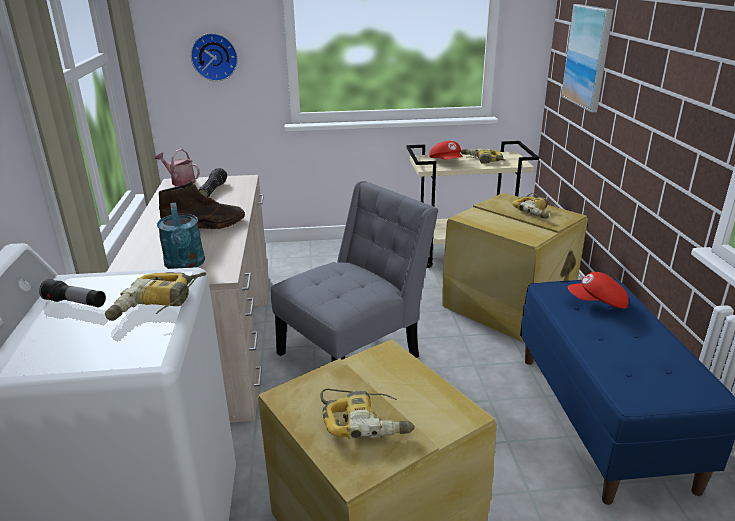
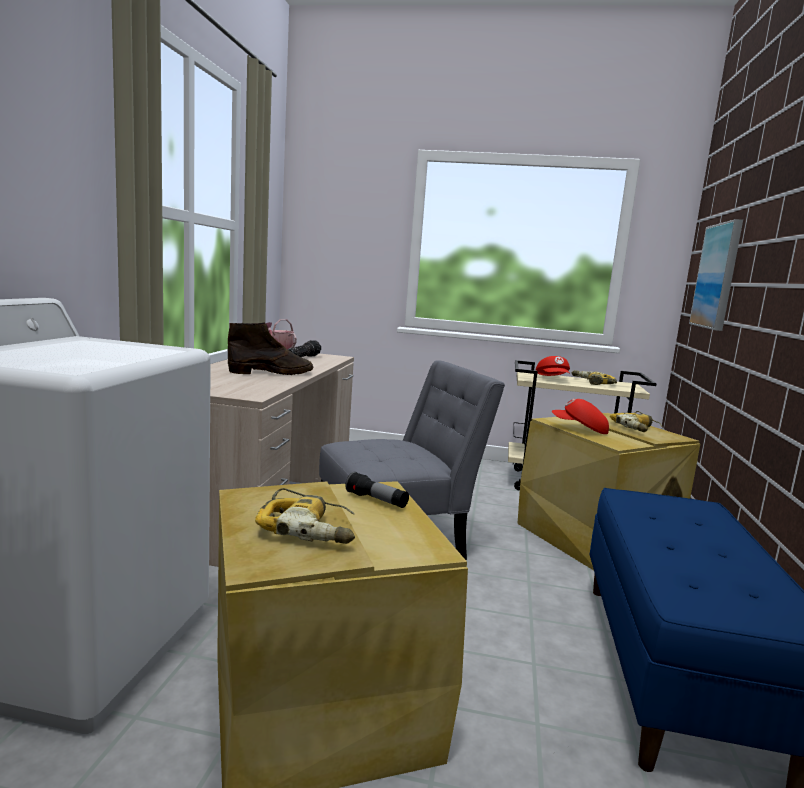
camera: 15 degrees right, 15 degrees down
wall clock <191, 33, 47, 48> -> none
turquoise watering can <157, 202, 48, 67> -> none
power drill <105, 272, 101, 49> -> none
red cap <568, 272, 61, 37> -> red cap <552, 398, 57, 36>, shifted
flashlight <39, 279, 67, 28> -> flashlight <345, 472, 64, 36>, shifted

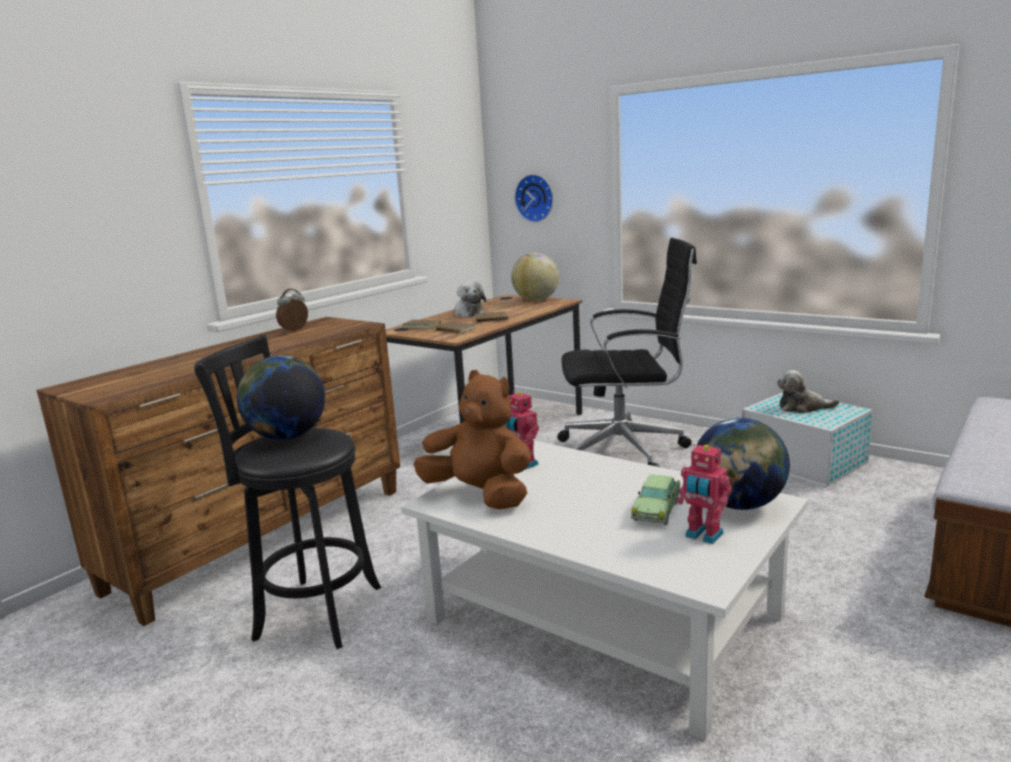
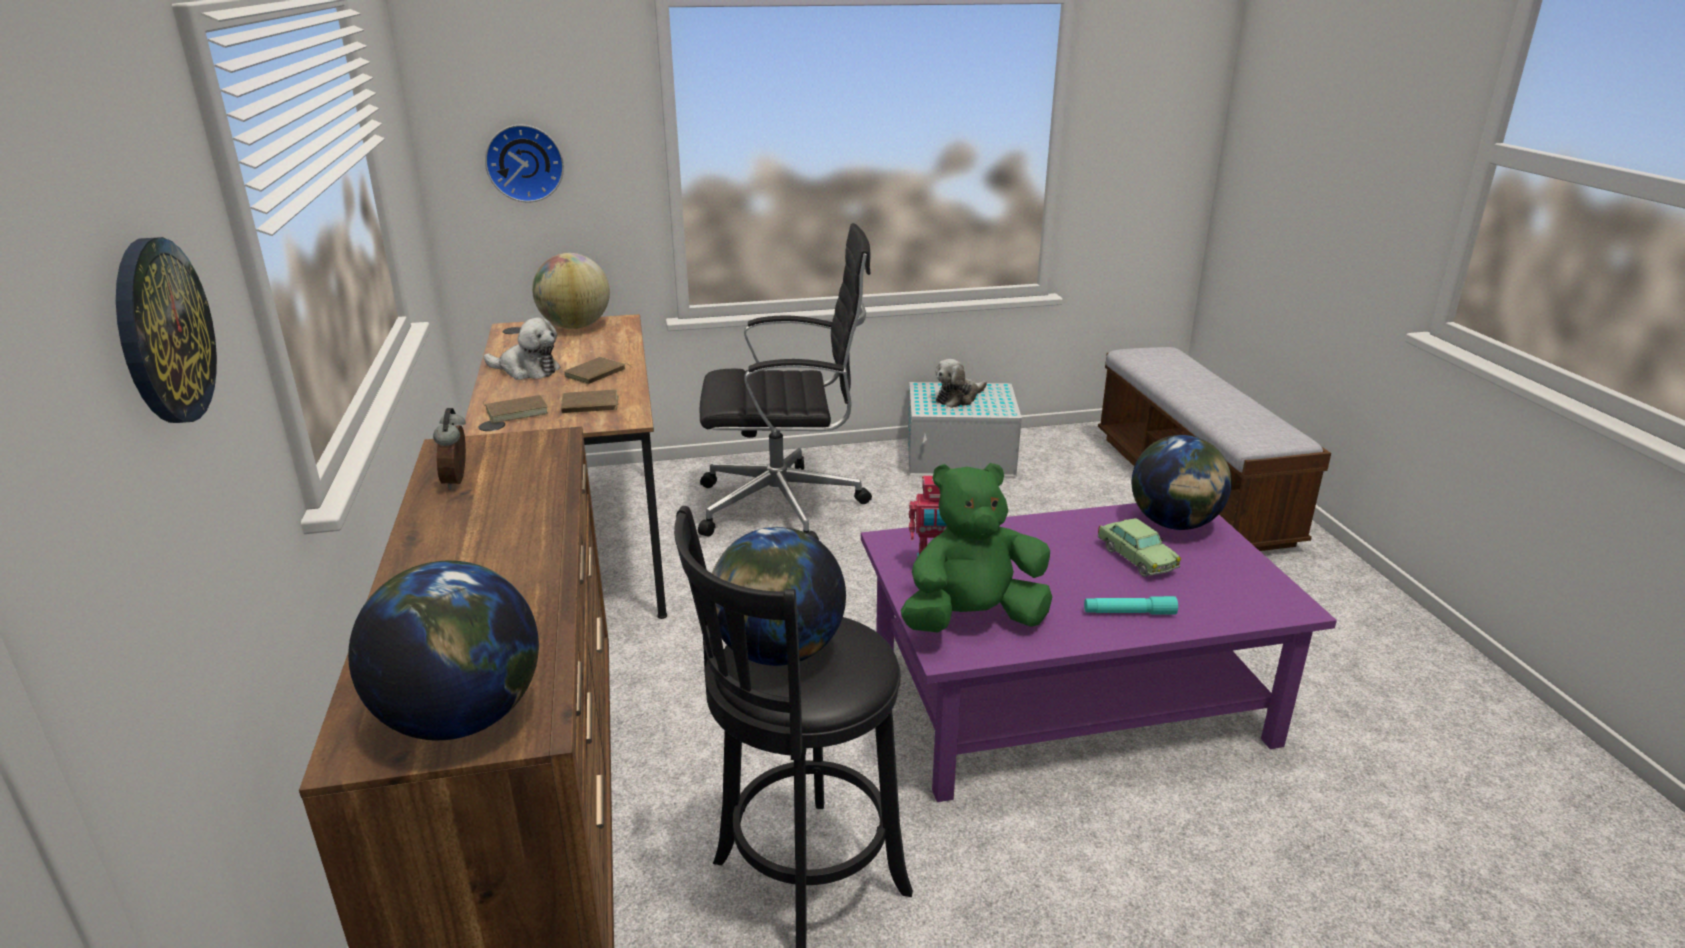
camera: 50 degrees left, 10 degrees up
black office chair <557, 238, 140, 229> -> black office chair <698, 223, 174, 317>, 45 degrees clockwise
brown plush toy <414, 370, 117, 140> -> green plush toy <901, 463, 151, 169>
white coffee table <402, 440, 406, 300> -> purple coffee table <861, 503, 476, 299>
toy robot <678, 444, 54, 100> -> none
none -> wall clock <116, 237, 101, 186>
none -> globe <348, 560, 191, 180>
none -> turquoise flashlight <1084, 596, 94, 19>

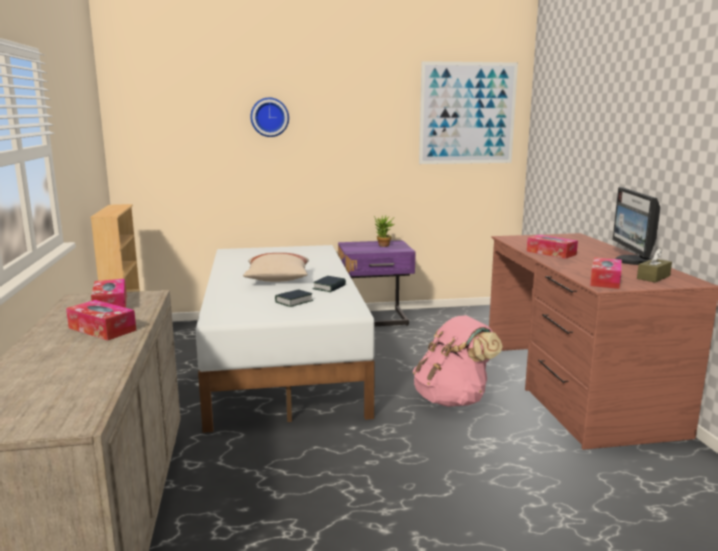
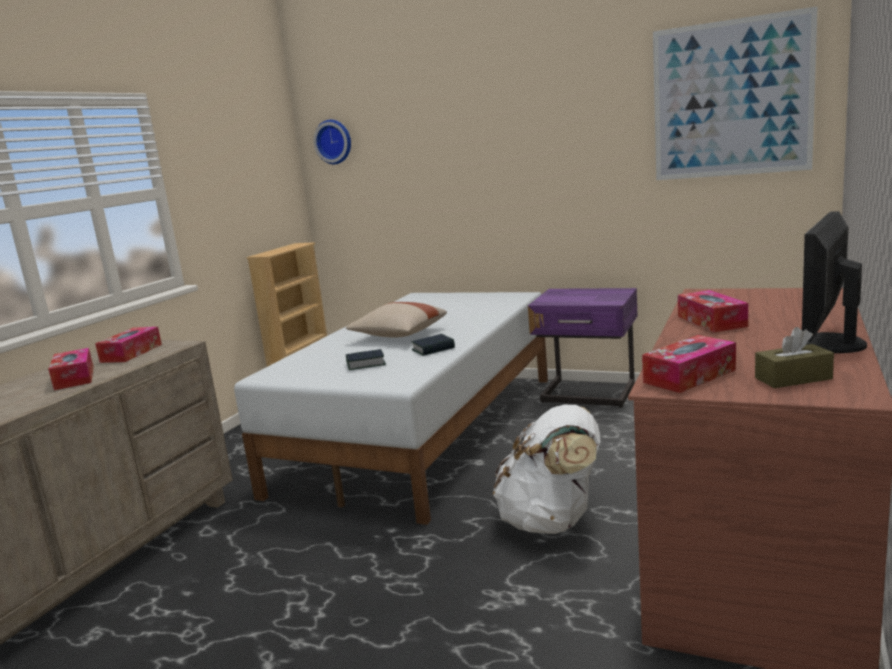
camera: 35 degrees right, 0 degrees up
wall clock <250, 98, 39, 39> -> wall clock <313, 120, 38, 44>, shifted
potted plant <374, 215, 21, 32> -> none
pink backpack <413, 315, 90, 92> -> white backpack <493, 404, 108, 130>

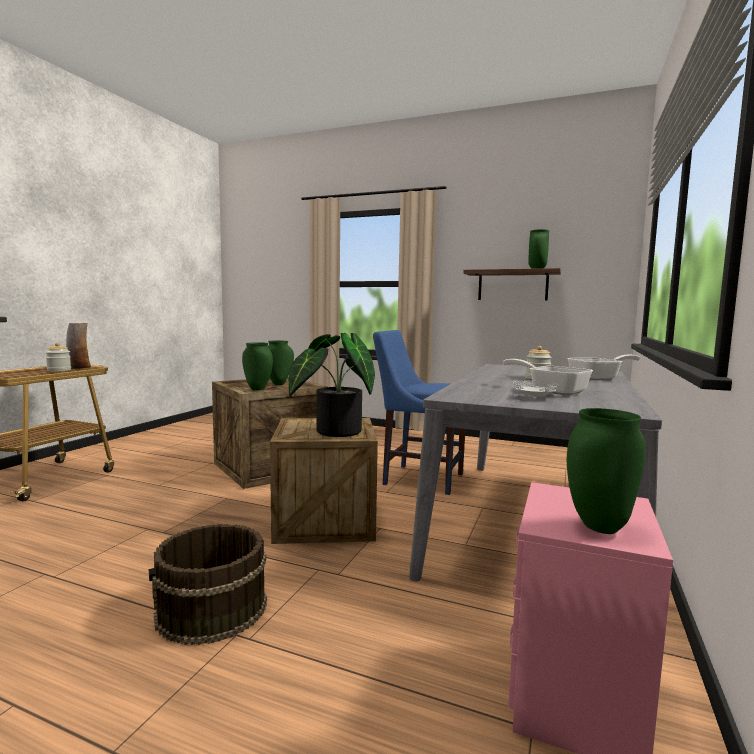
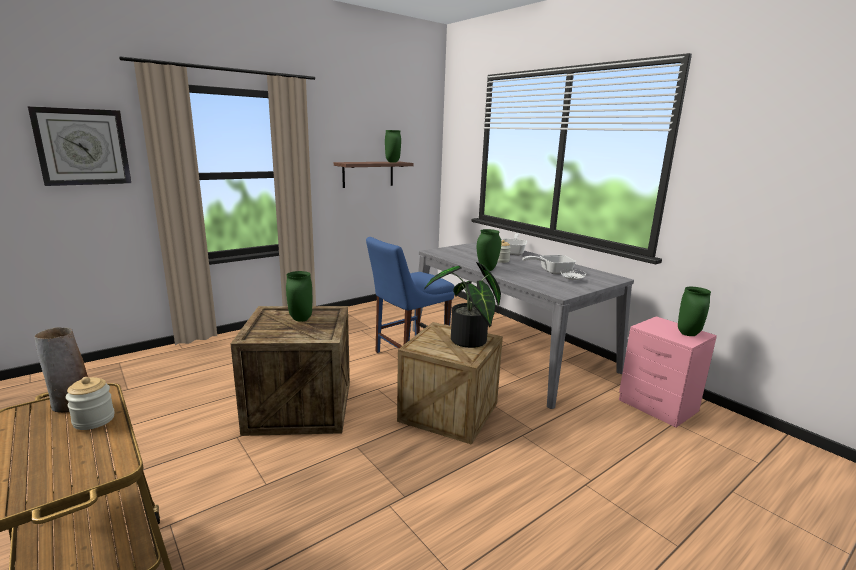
camera: 60 degrees left, 10 degrees up
green vase <242, 342, 31, 49> -> green vase <477, 229, 24, 42>, shifted
brown bucket <149, 524, 118, 121> -> none
none -> wall clock <28, 106, 103, 80>

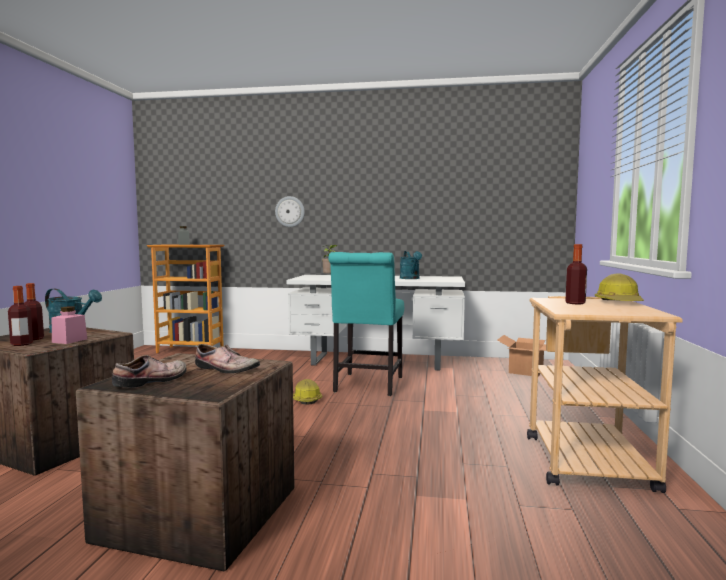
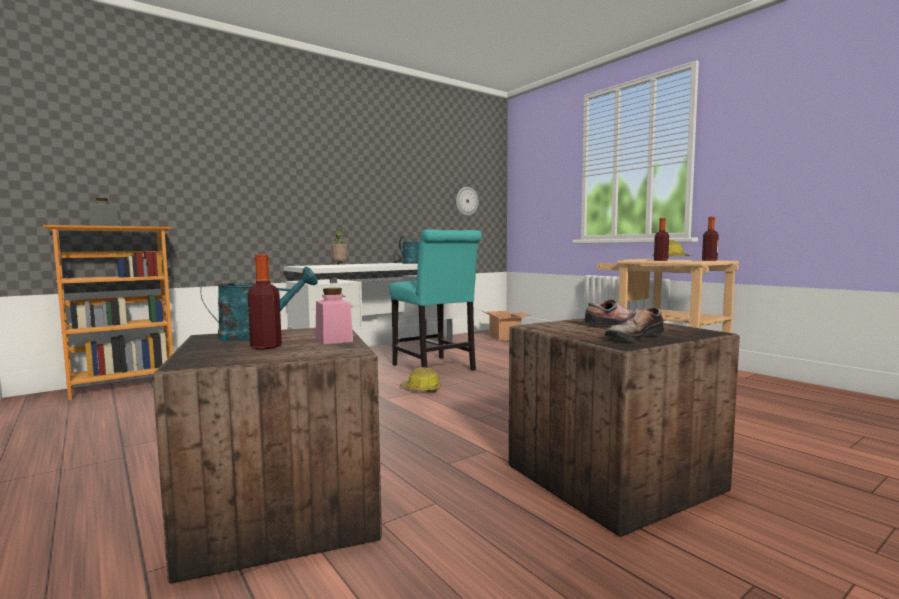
camera: 45 degrees left, 0 degrees up
wall clock <275, 196, 30, 31> -> wall clock <456, 187, 23, 29>, shifted
bottle <8, 286, 25, 60> -> bottle <702, 217, 17, 44>, shifted
shoe <112, 355, 75, 33> -> shoe <605, 307, 59, 34>, 120 degrees counterclockwise

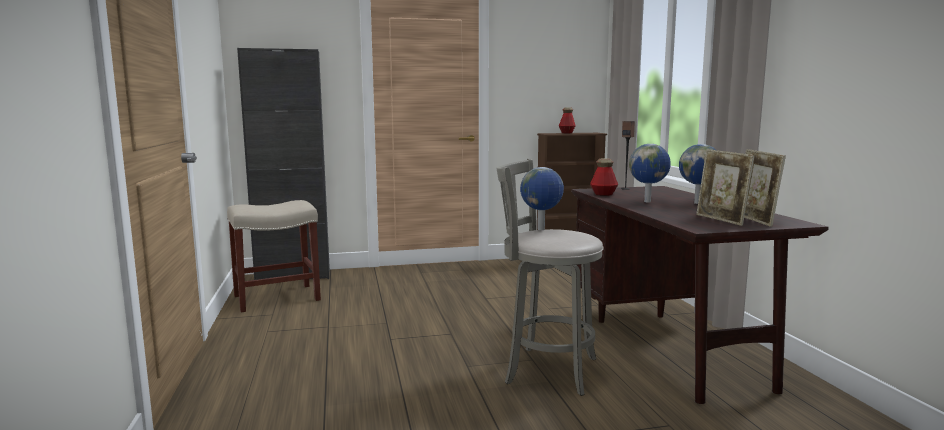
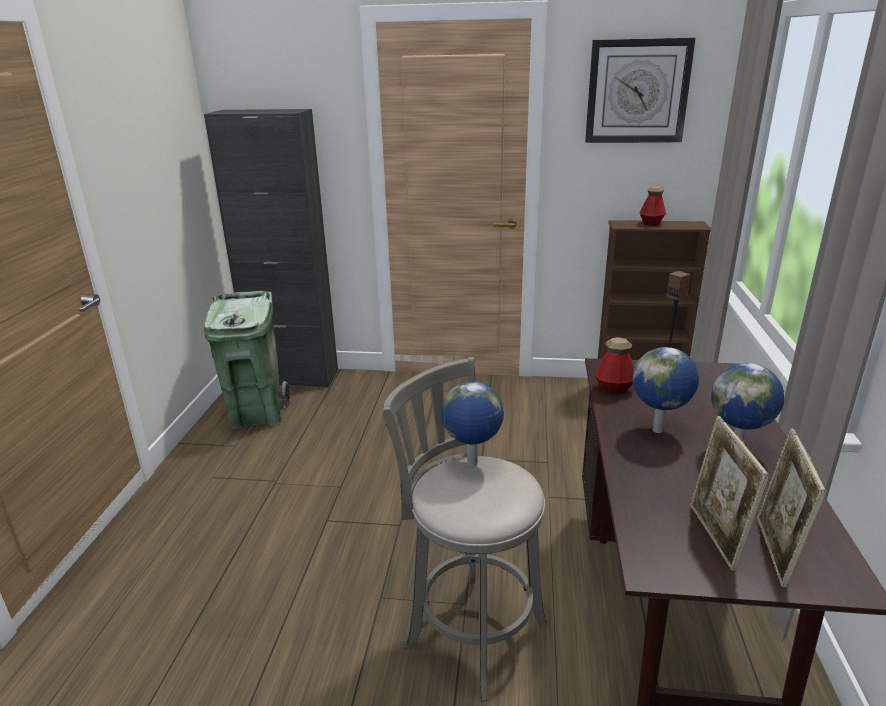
camera: 20 degrees right, 15 degrees up
beige stool <227, 200, 94, 112> -> green trash can <204, 291, 87, 138>
none -> wall clock <585, 38, 111, 105>

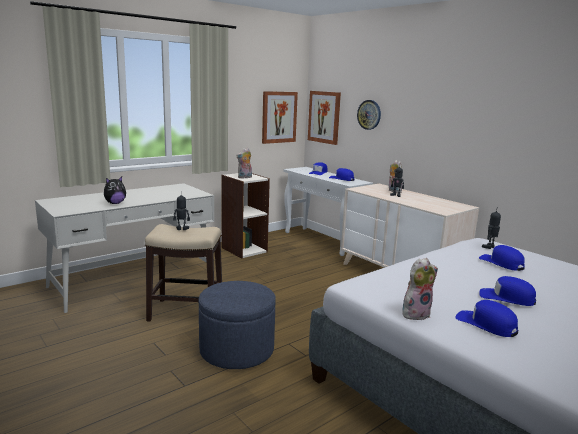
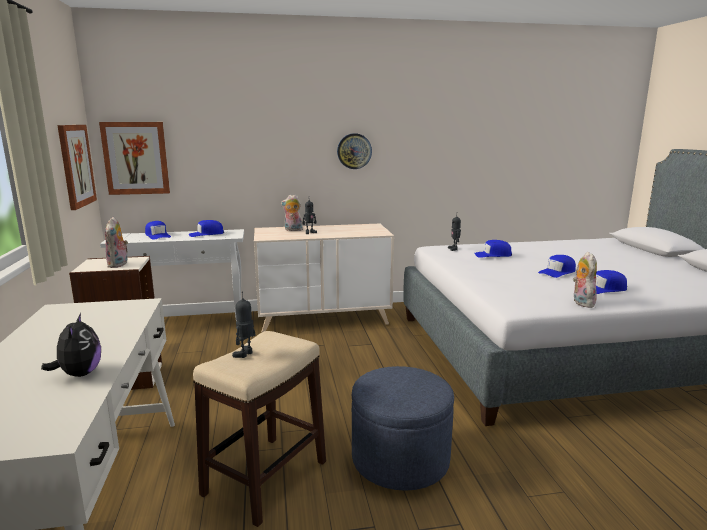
camera: 60 degrees left, 0 degrees up
wall clock <357, 100, 24, 30> -> wall clock <337, 133, 35, 36>, shifted

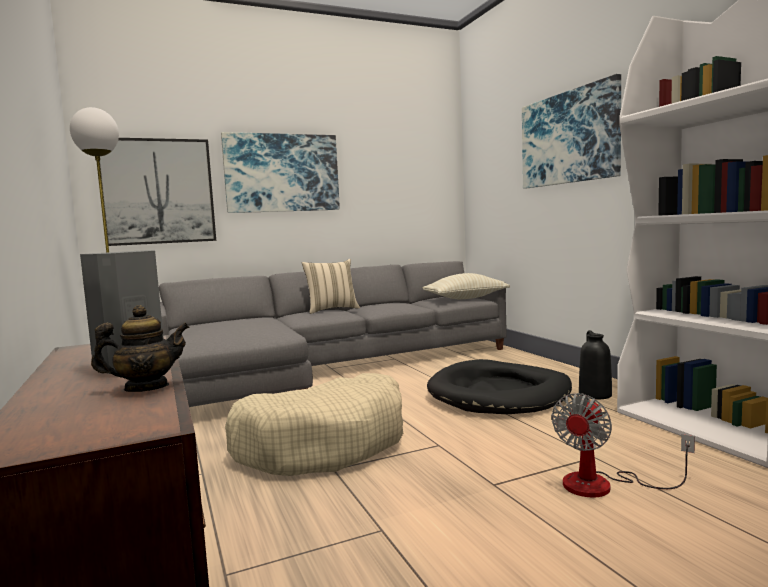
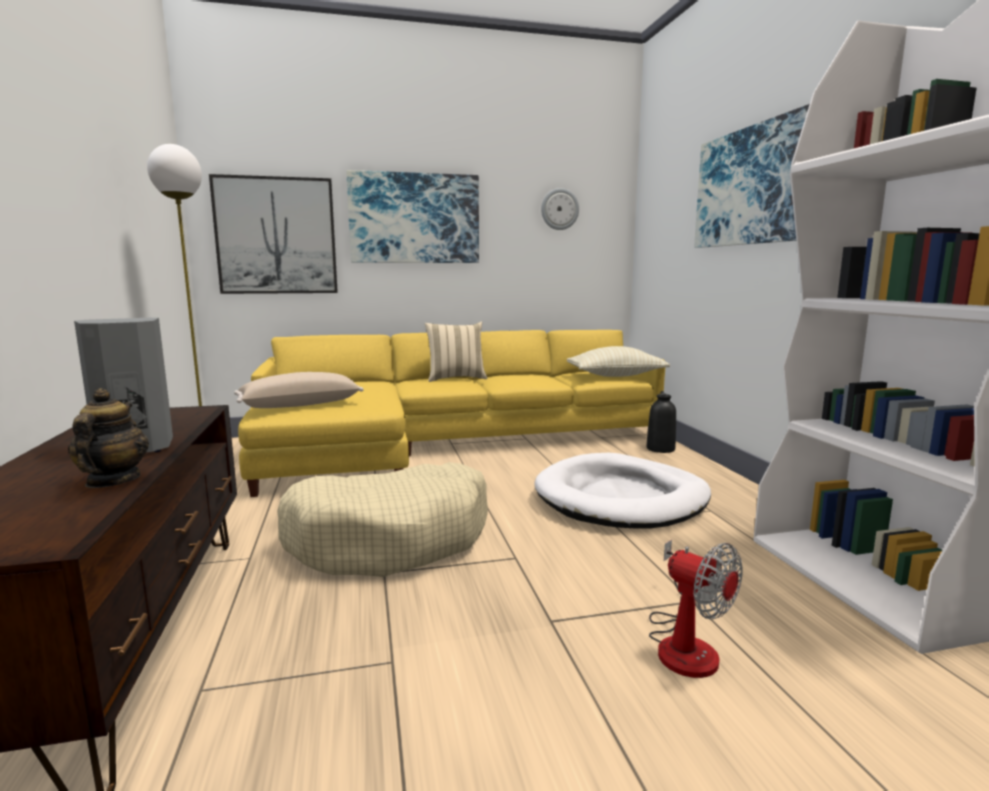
camera: 10 degrees right, 5 degrees up
grey sofa <159, 261, 348, 146> -> yellow sofa <238, 330, 428, 167>
teapot <91, 305, 99, 87> -> teapot <68, 388, 81, 100>, 90 degrees counterclockwise
black vase <579, 330, 33, 69> -> black vase <646, 391, 30, 62>, shifted
black dog bed <427, 359, 145, 55> -> white dog bed <534, 453, 177, 76>
fan <551, 393, 144, 105> -> fan <649, 540, 94, 138>, 90 degrees counterclockwise
none -> wall clock <541, 188, 38, 42>
none -> beige pillow <234, 372, 130, 36>

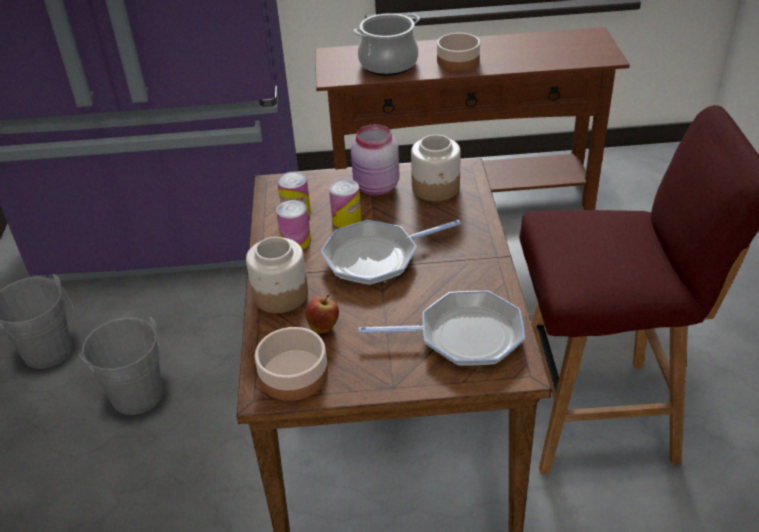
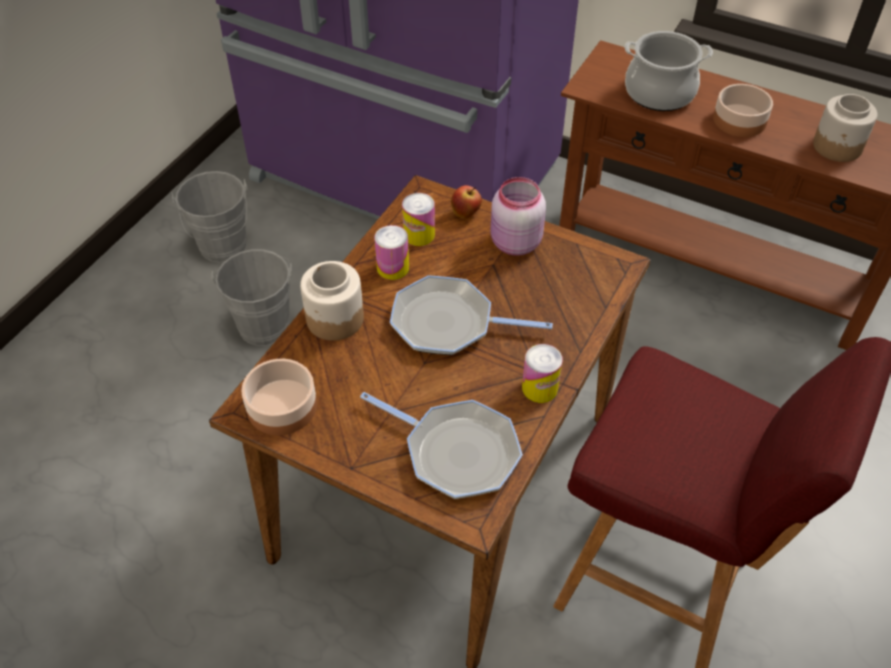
camera: 30 degrees right, 10 degrees up
jar <411, 135, 50, 66> -> jar <813, 94, 64, 68>, shifted
can <329, 179, 32, 49> -> can <522, 344, 41, 59>, shifted
apple <306, 295, 33, 38> -> apple <451, 185, 31, 34>, shifted

